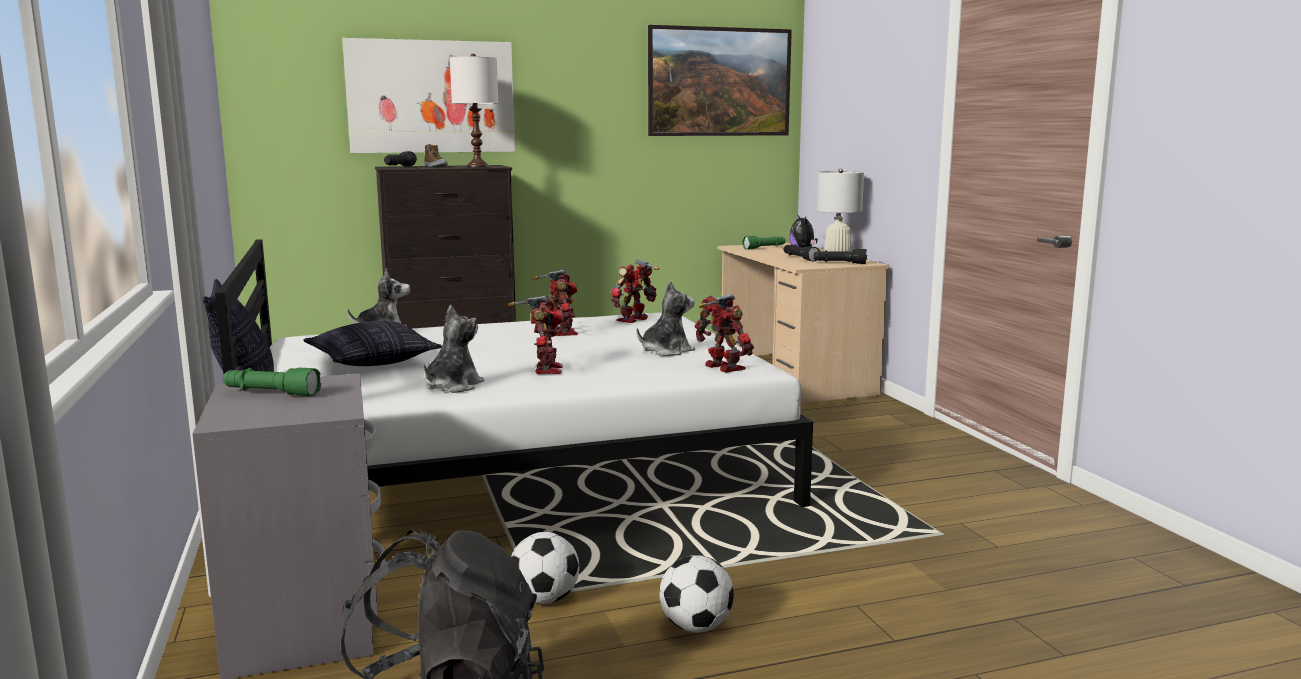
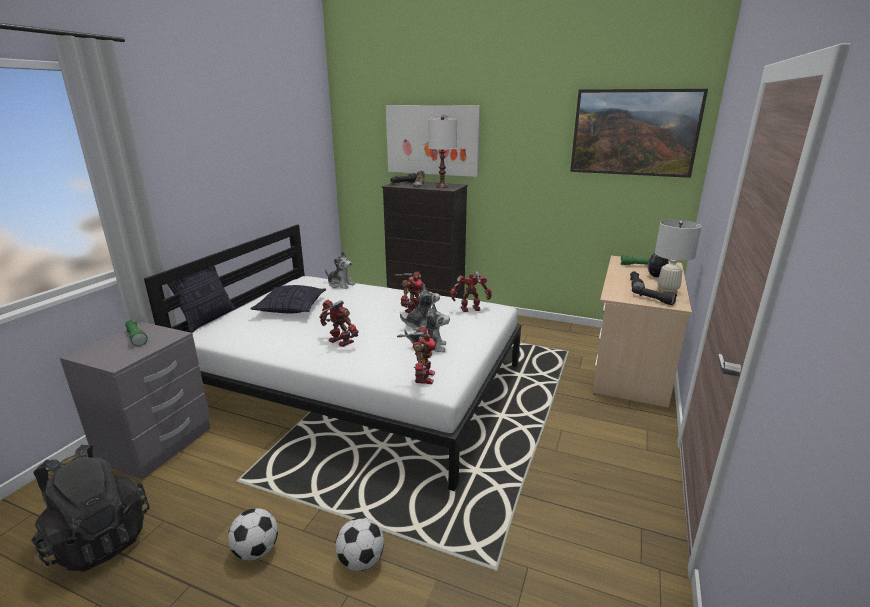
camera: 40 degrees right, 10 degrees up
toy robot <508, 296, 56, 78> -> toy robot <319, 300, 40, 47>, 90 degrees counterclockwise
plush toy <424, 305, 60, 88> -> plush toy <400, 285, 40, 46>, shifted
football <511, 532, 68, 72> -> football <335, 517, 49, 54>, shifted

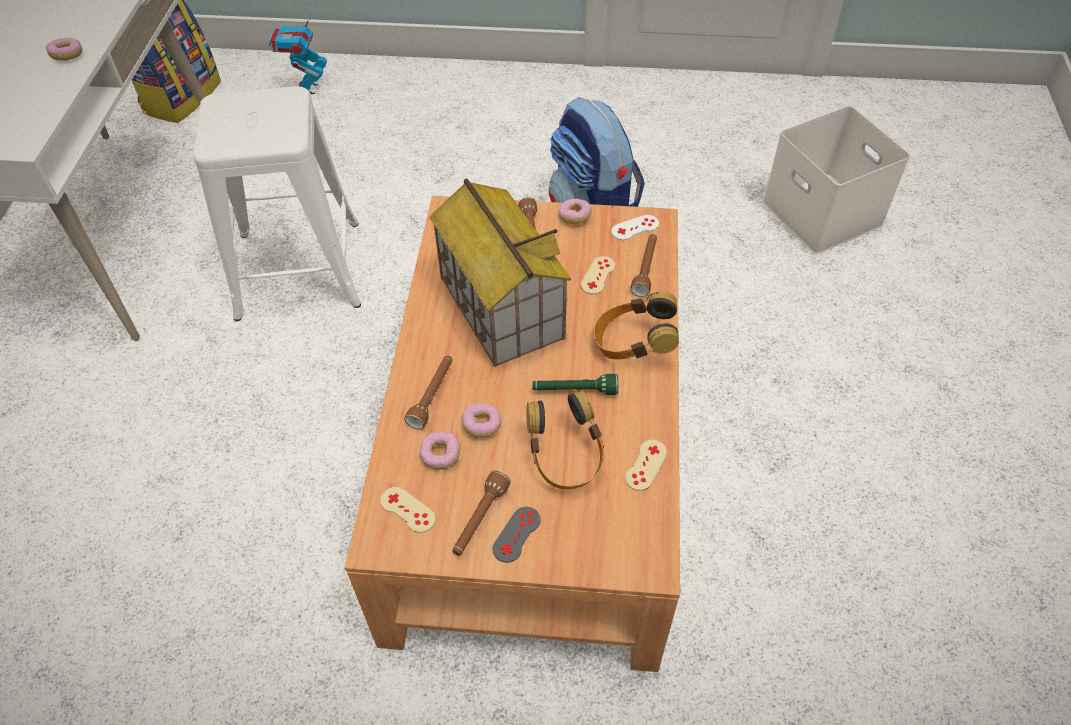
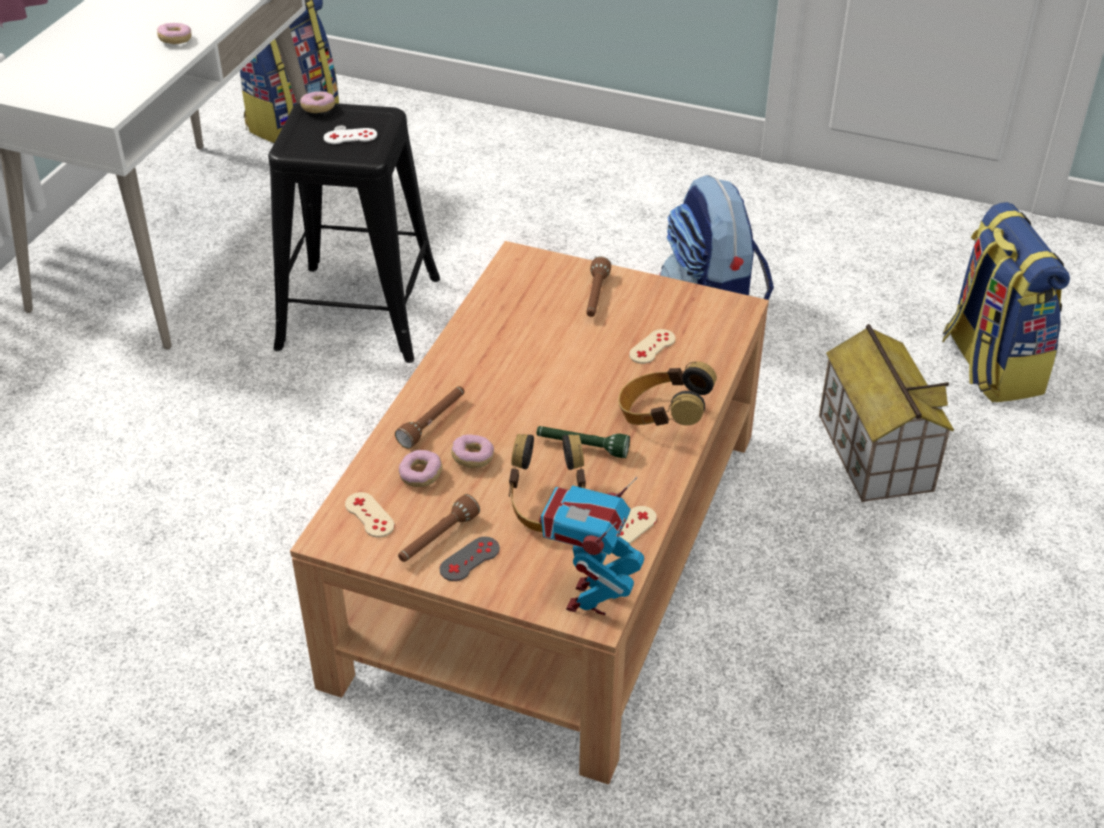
camera: 15 degrees right, 10 degrees down
toy robot <269, 13, 58, 81> -> toy robot <539, 477, 105, 138>, shifted
white stool <193, 86, 168, 235> -> black stool <268, 103, 172, 260>
white storage box <763, 106, 147, 148> -> backpack <942, 202, 128, 201>
toy house <429, 179, 142, 188> -> toy house <819, 324, 135, 178>, shifted
donut <558, 199, 34, 25> -> donut <300, 91, 35, 22>, shifted
white game controller <611, 215, 48, 25> -> white game controller <324, 128, 53, 16>, shifted
brown flashlight <631, 234, 26, 63> -> none

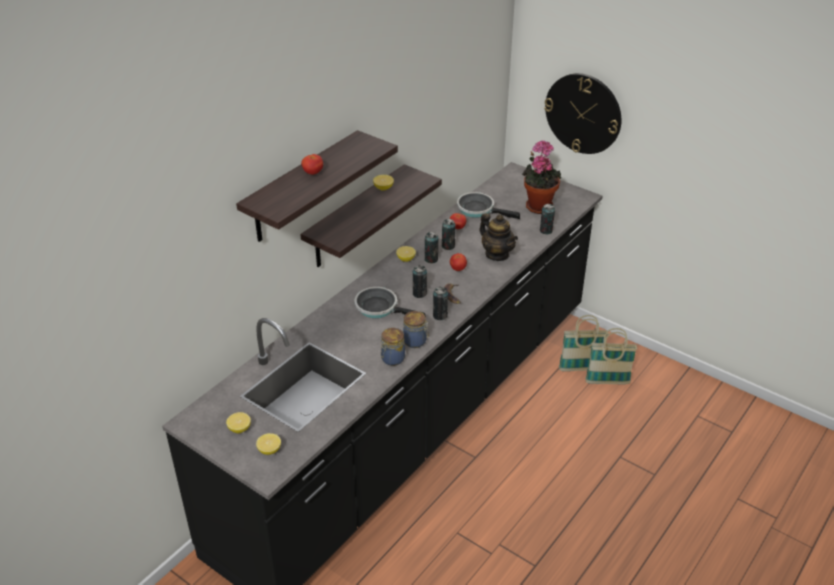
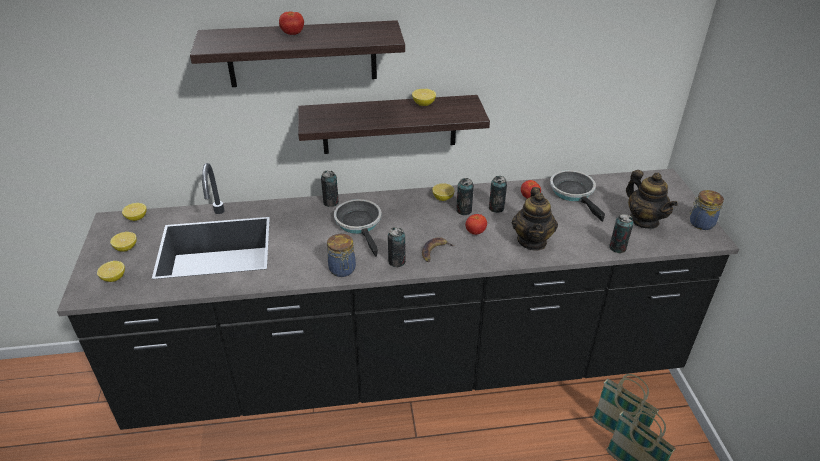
camera: 45 degrees right, 0 degrees up
wall clock <544, 73, 77, 81> -> none
potted plant <522, 140, 39, 74> -> teapot <626, 170, 52, 59>
can <413, 265, 14, 33> -> can <321, 170, 18, 37>, shifted
jar <381, 328, 24, 38> -> jar <689, 190, 35, 40>, shifted
none -> lemon <122, 203, 25, 18>

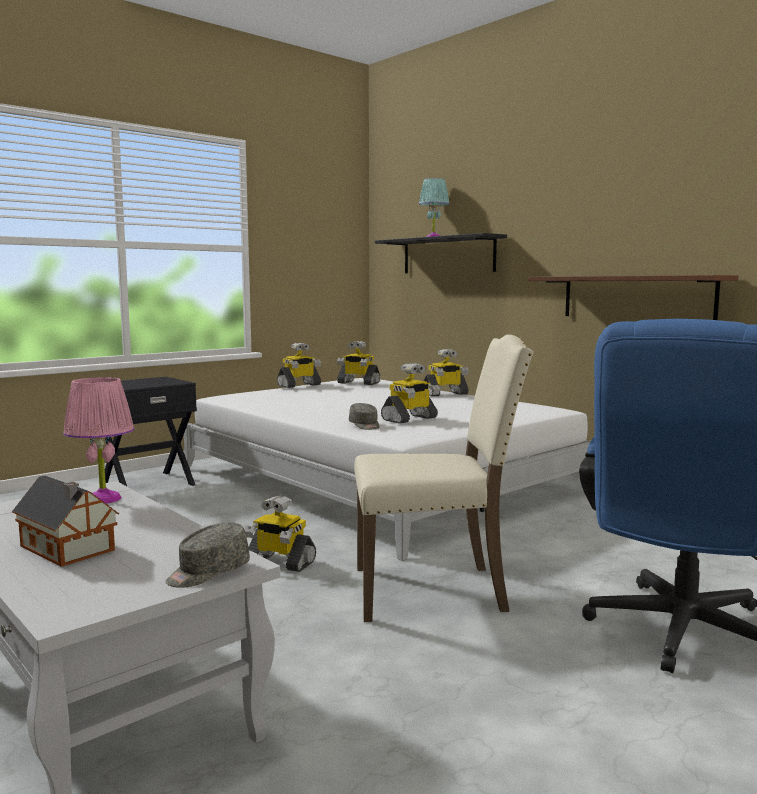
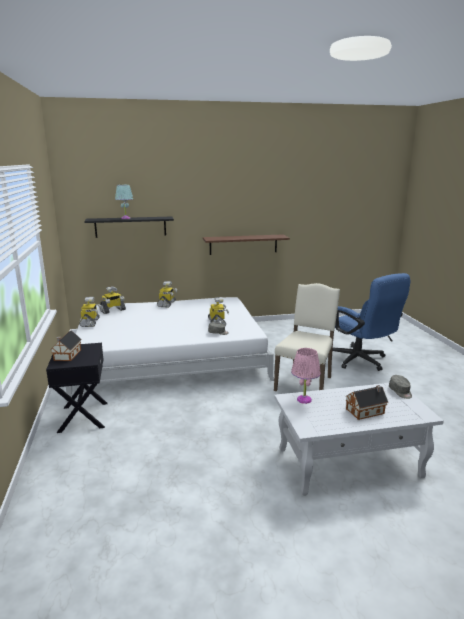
camera: 60 degrees left, 10 degrees up
toy robot <244, 496, 72, 76> -> none
none -> toy house <51, 331, 31, 30>

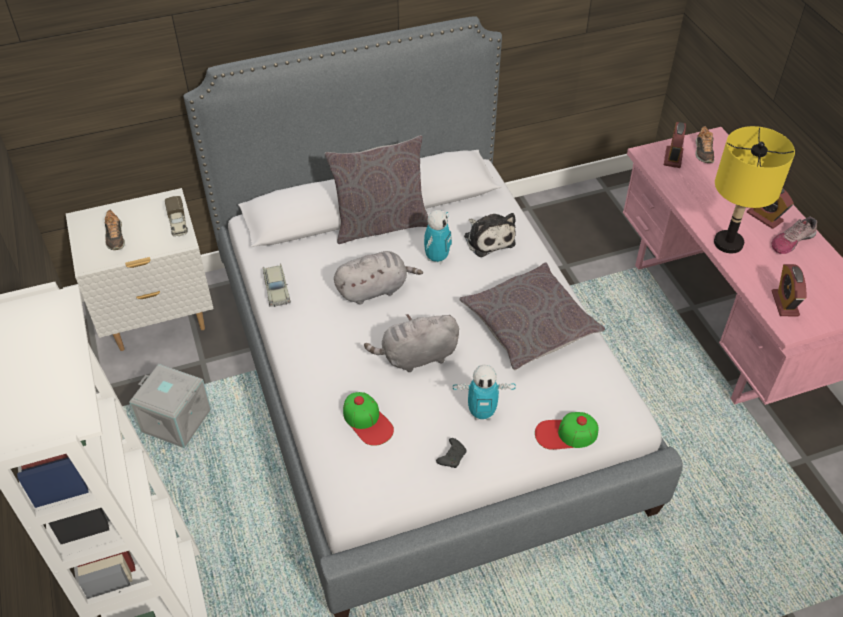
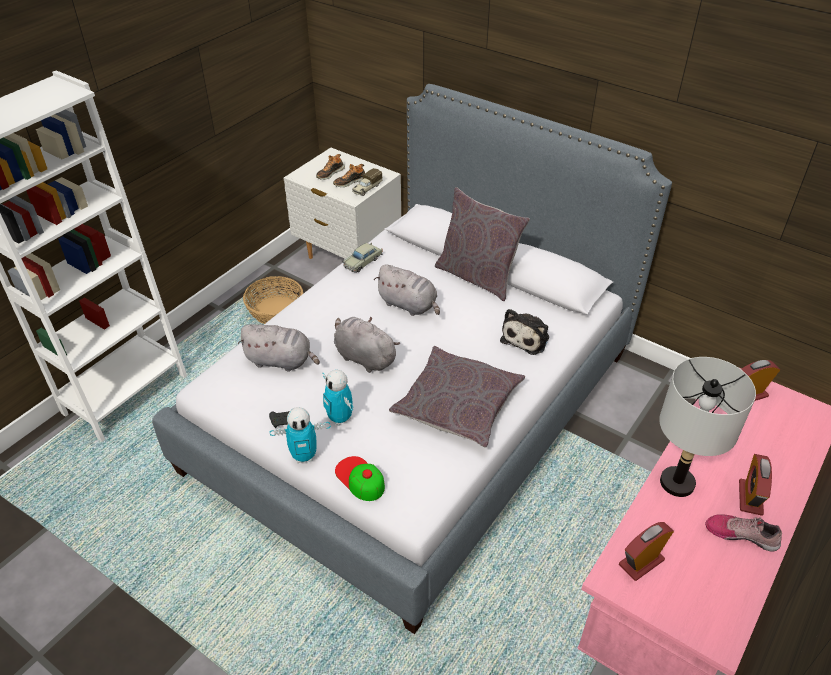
camera: 55 degrees right, 5 degrees down
shoe <695, 126, 19, 37> -> shoe <333, 164, 32, 23>, shifted
yellow table lamp <714, 126, 81, 127> -> grey table lamp <659, 357, 97, 140>
toy robot <424, 210, 28, 54> -> toy robot <270, 407, 61, 56>, shifted
grey storage box <129, 364, 82, 84> -> basket <243, 276, 60, 48>
cap <343, 392, 51, 54> -> grey plush toy <238, 324, 82, 48>

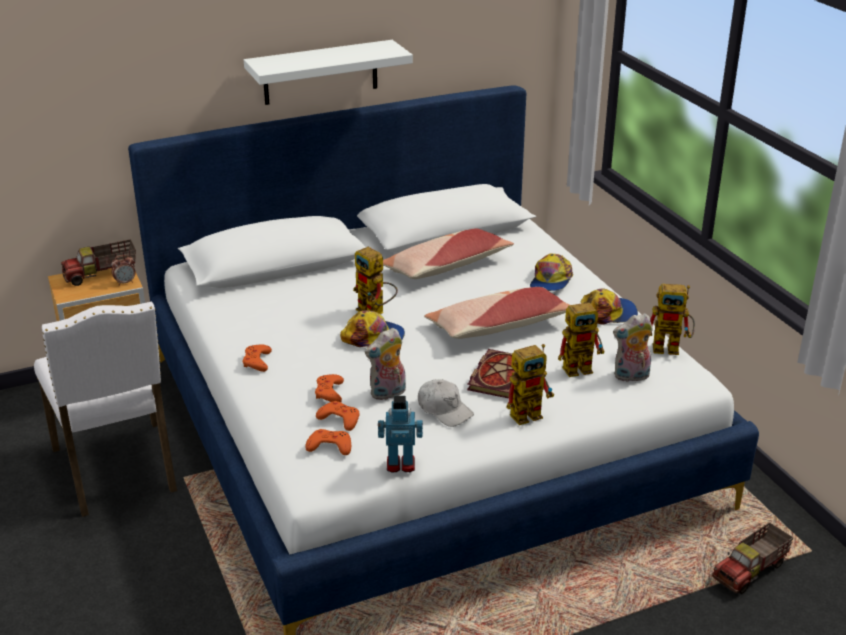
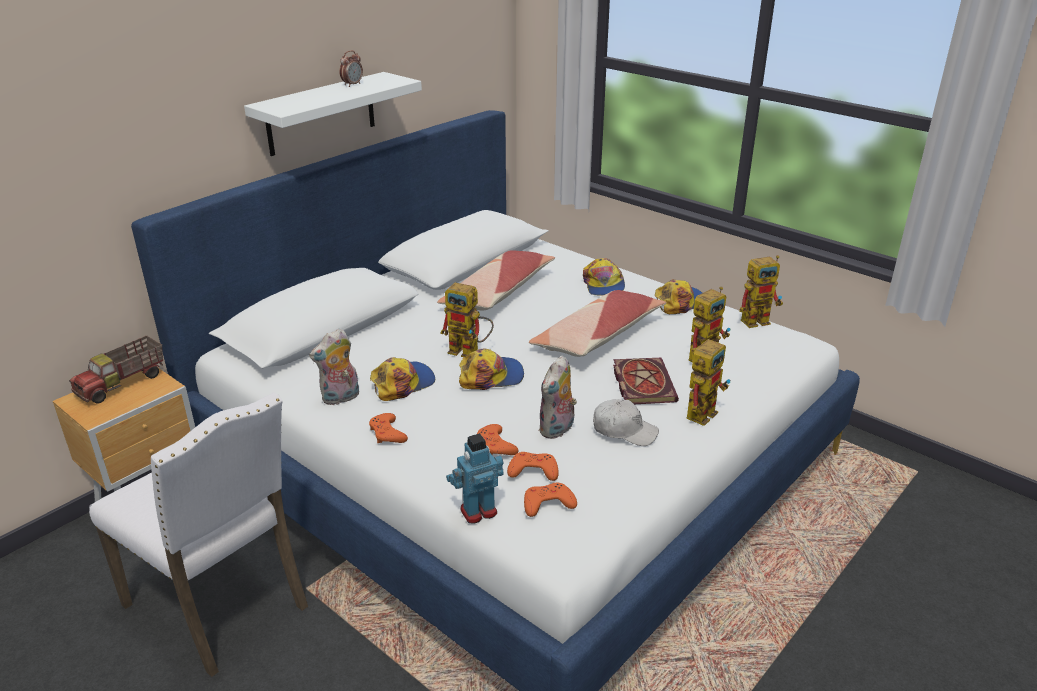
camera: 25 degrees left, 0 degrees up
alarm clock <111, 255, 24, 31> -> alarm clock <339, 50, 24, 37>, shifted
plush toy <613, 313, 40, 69> -> plush toy <309, 329, 50, 77>, shifted
toy robot <378, 396, 45, 77> -> toy robot <446, 433, 58, 91>, shifted
toy truck <712, 522, 81, 72> -> none
none -> cap <370, 357, 65, 44>

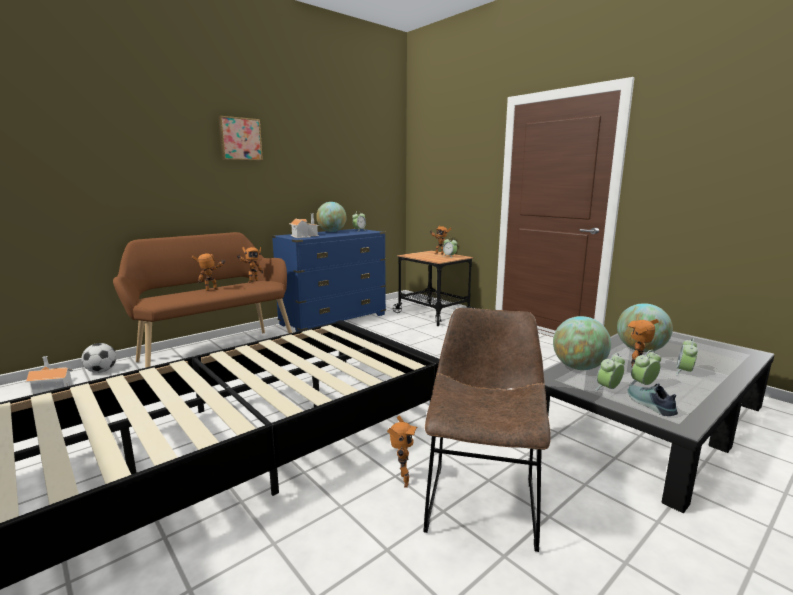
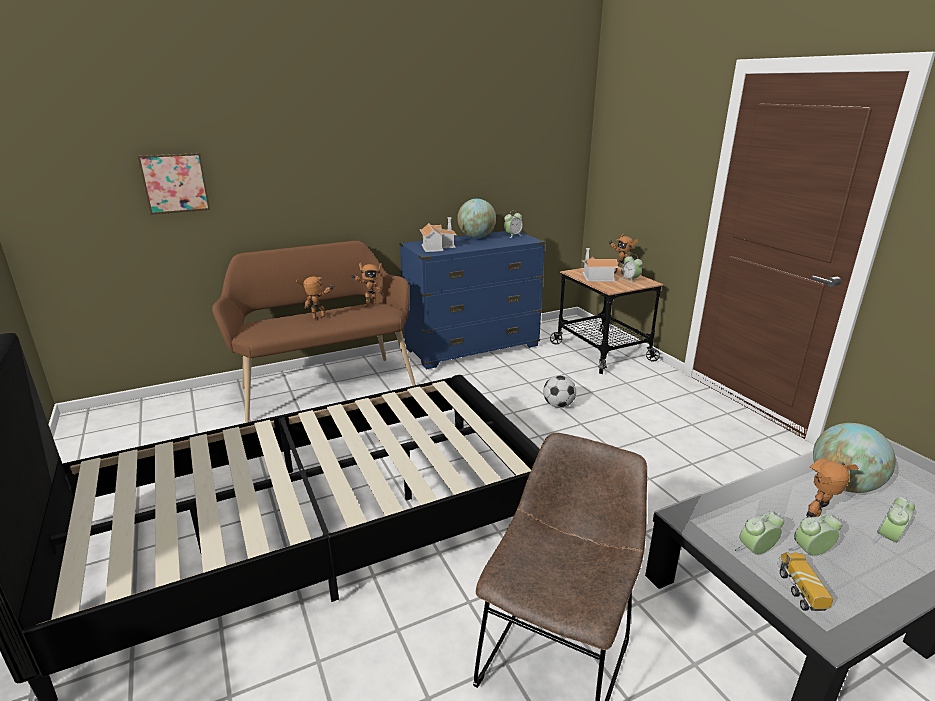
camera: 15 degrees right, 10 degrees up
picture <218, 116, 45, 45> -> picture <137, 152, 73, 63>, shifted
globe <553, 316, 58, 54> -> none
football <81, 343, 36, 30> -> football <543, 375, 33, 33>, shifted
toy house <25, 356, 50, 39> -> toy house <582, 248, 36, 34>, shifted
shoe <628, 384, 50, 32> -> toy truck <777, 552, 56, 59>
toy robot <387, 416, 31, 72> -> none

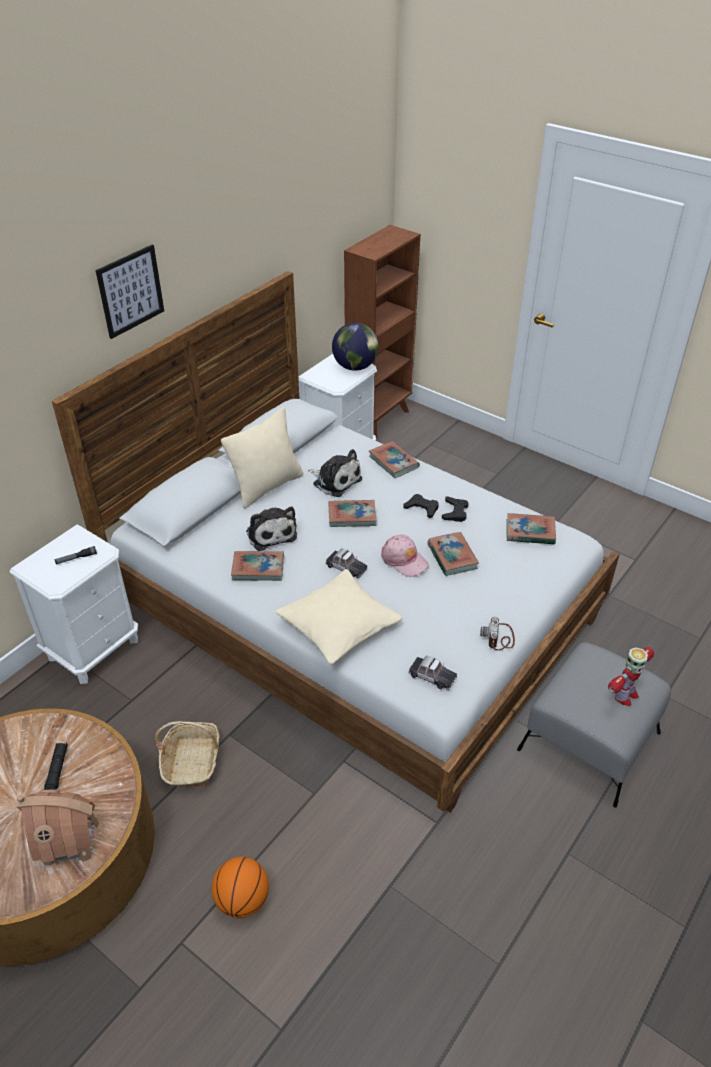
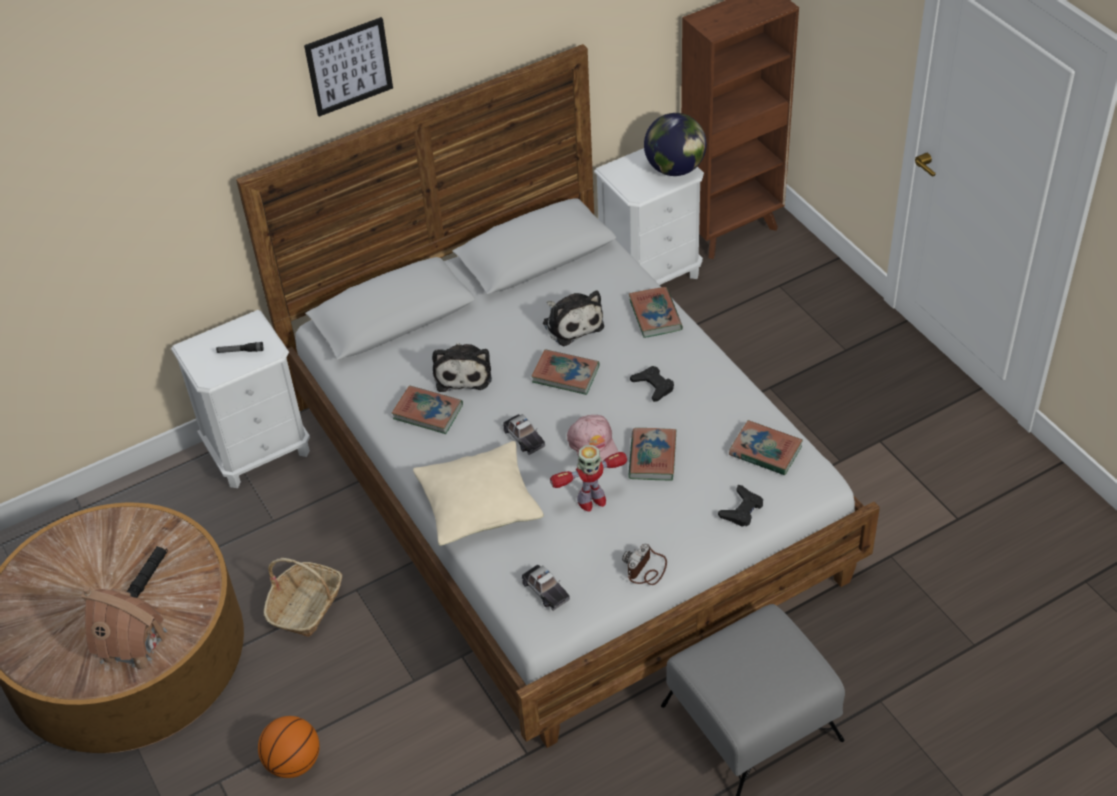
camera: 25 degrees right, 5 degrees up
beige pillow <221, 407, 82, 101> -> none
black game controller <442, 496, 27, 26> -> black game controller <718, 485, 45, 42>, shifted
toy robot <608, 647, 46, 59> -> toy robot <550, 445, 77, 67>, shifted

